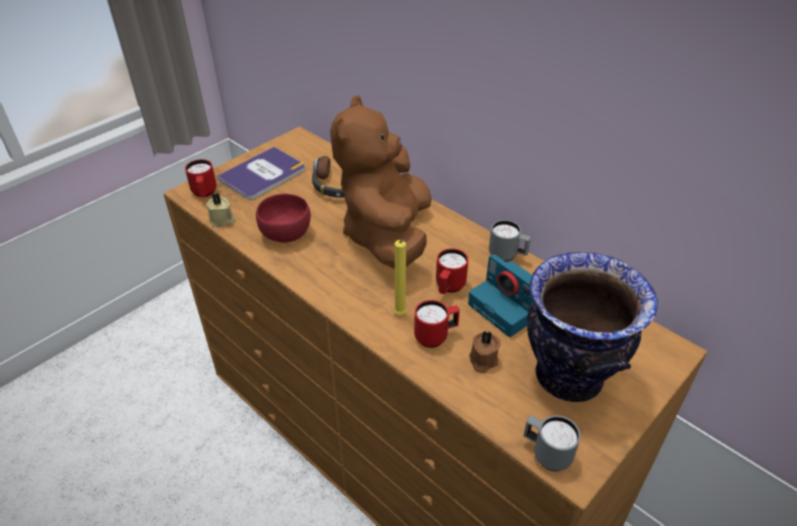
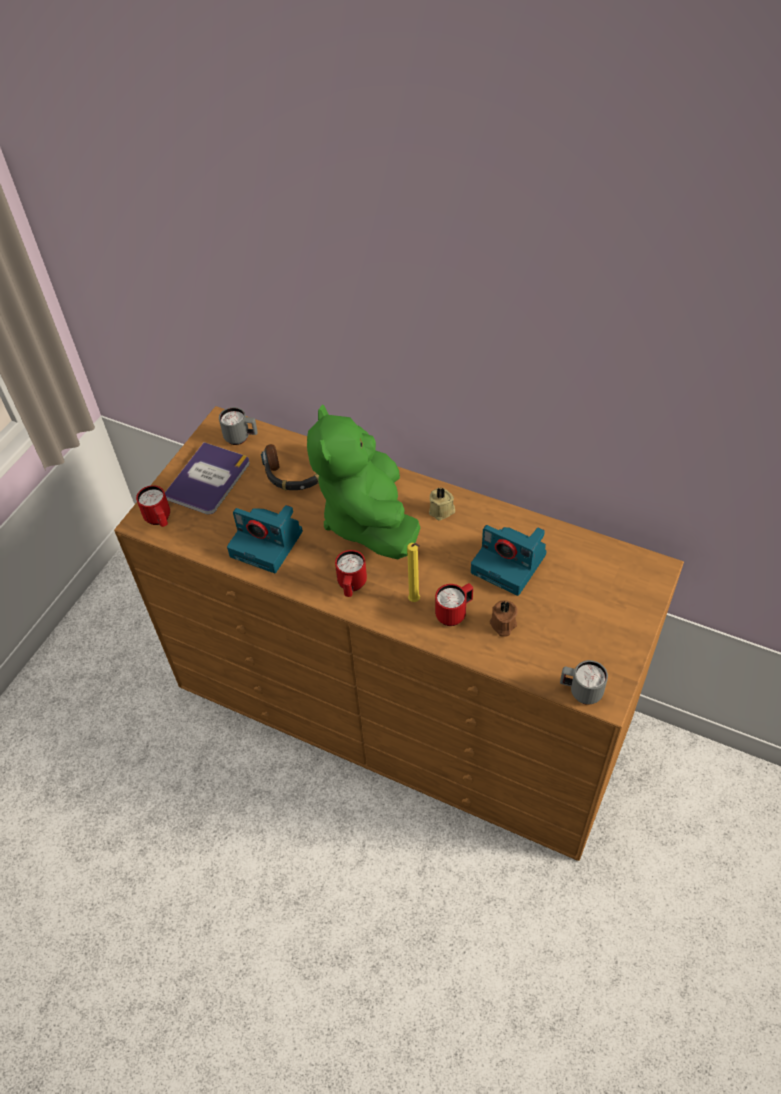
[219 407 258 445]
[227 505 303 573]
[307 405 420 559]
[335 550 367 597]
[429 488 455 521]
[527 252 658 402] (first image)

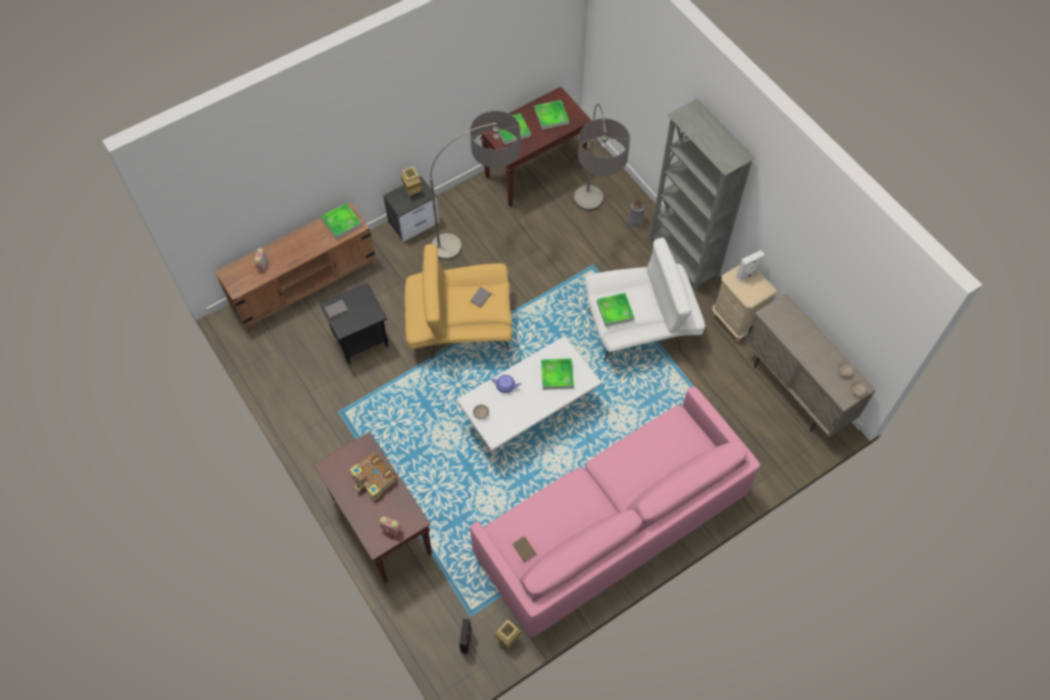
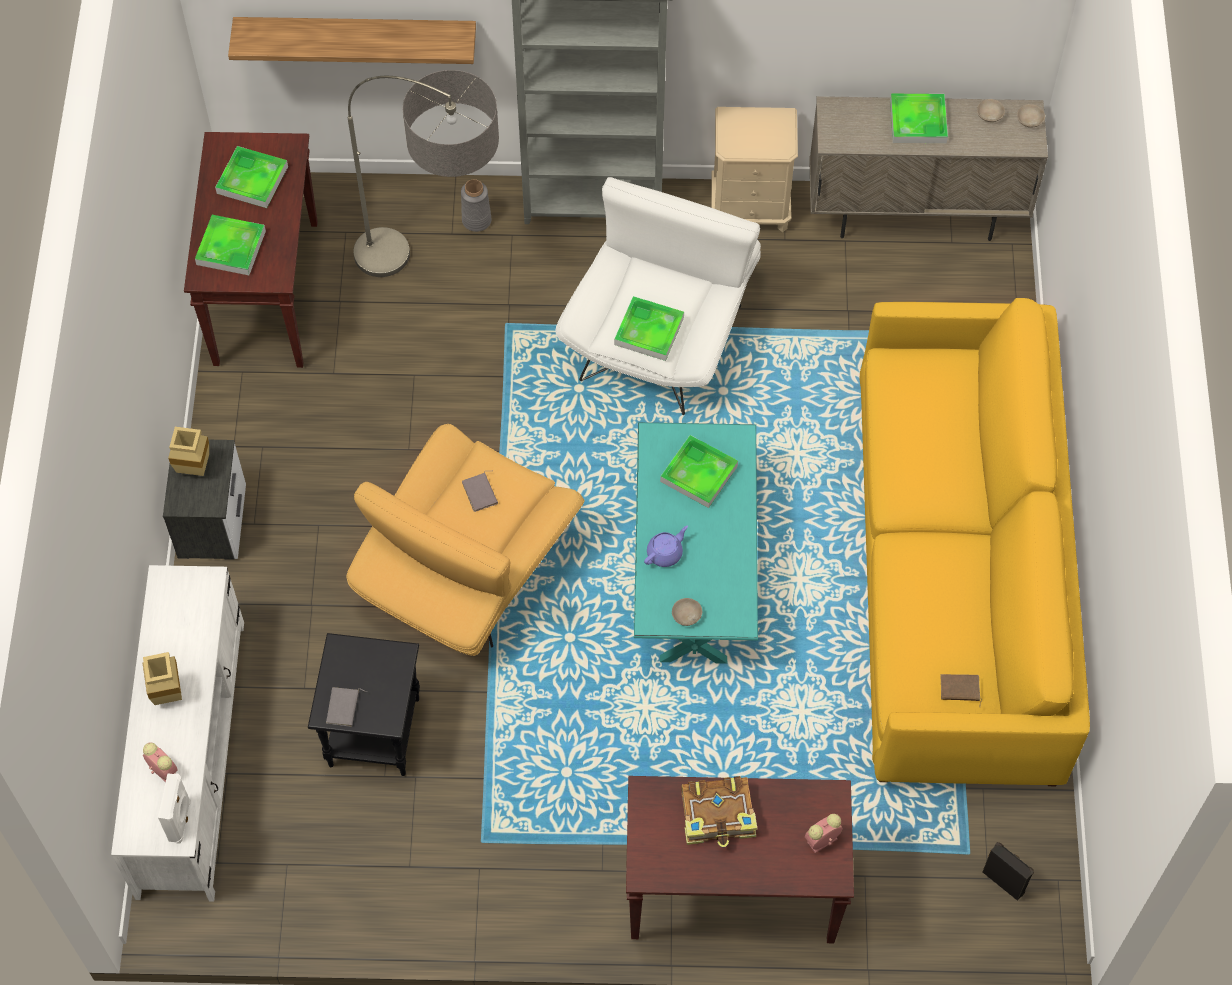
[111 565 244 902]
[143 652 182 705]
[158 773 191 844]
[228 17 476 64]
[634 422 758 664]
[859 298 1090 786]
[890 94 948 143]
[430 111 521 260] (first image)

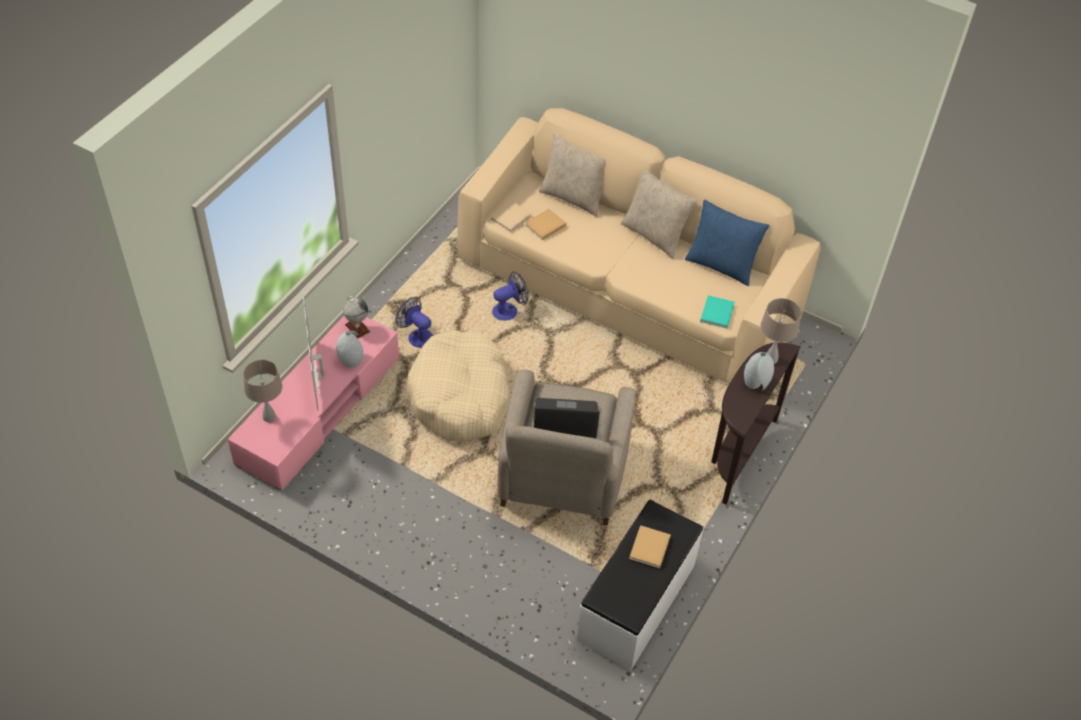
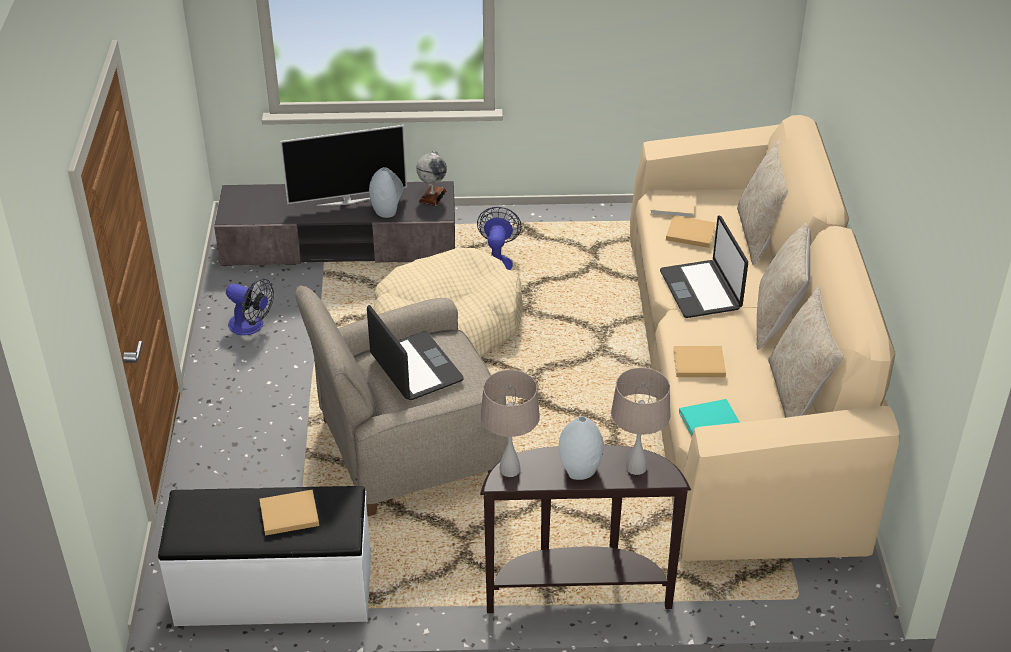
[214 181 455 266]
[226 279 274 335]
[280 125 407 206]
[481 370 540 477]
[660 216 748 318]
[673 346 726 377]
[768 286 844 418]

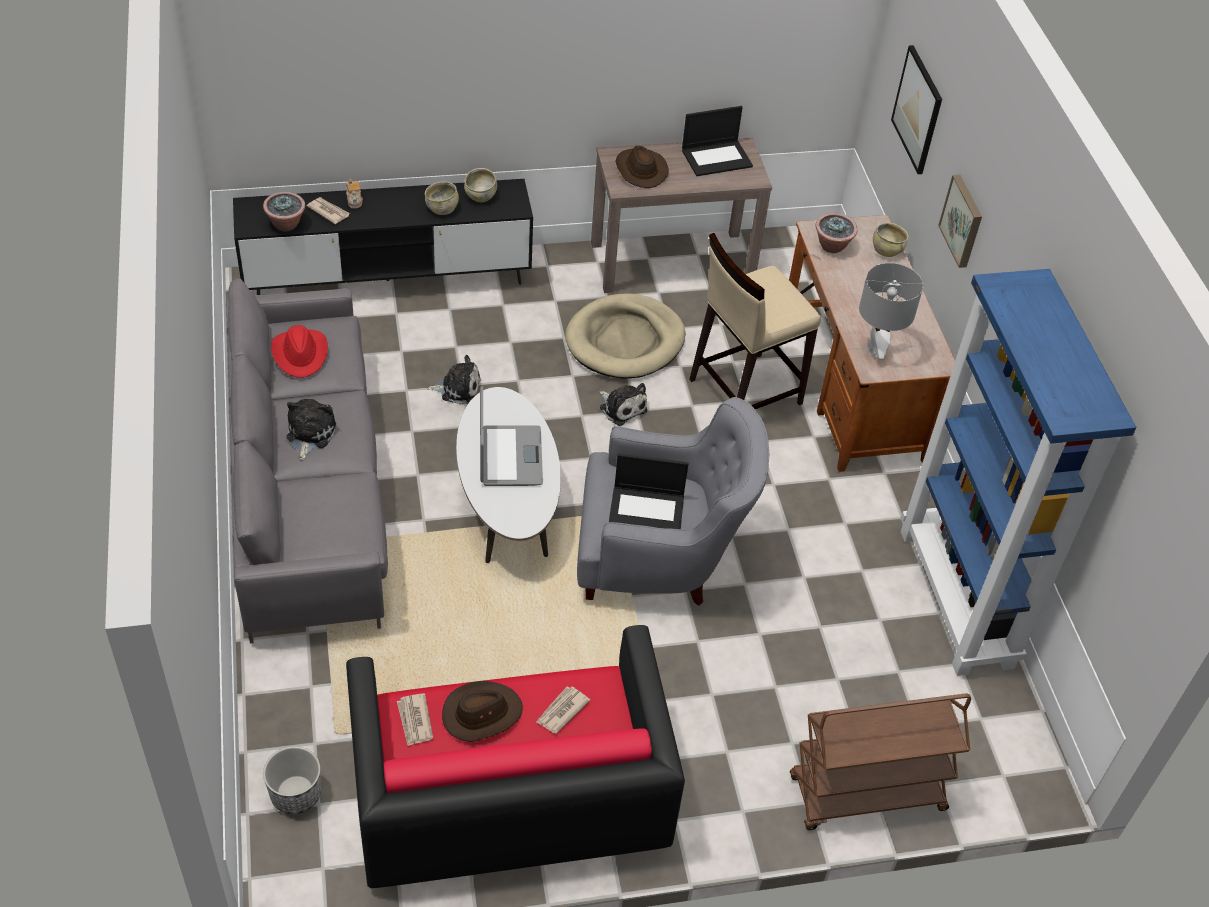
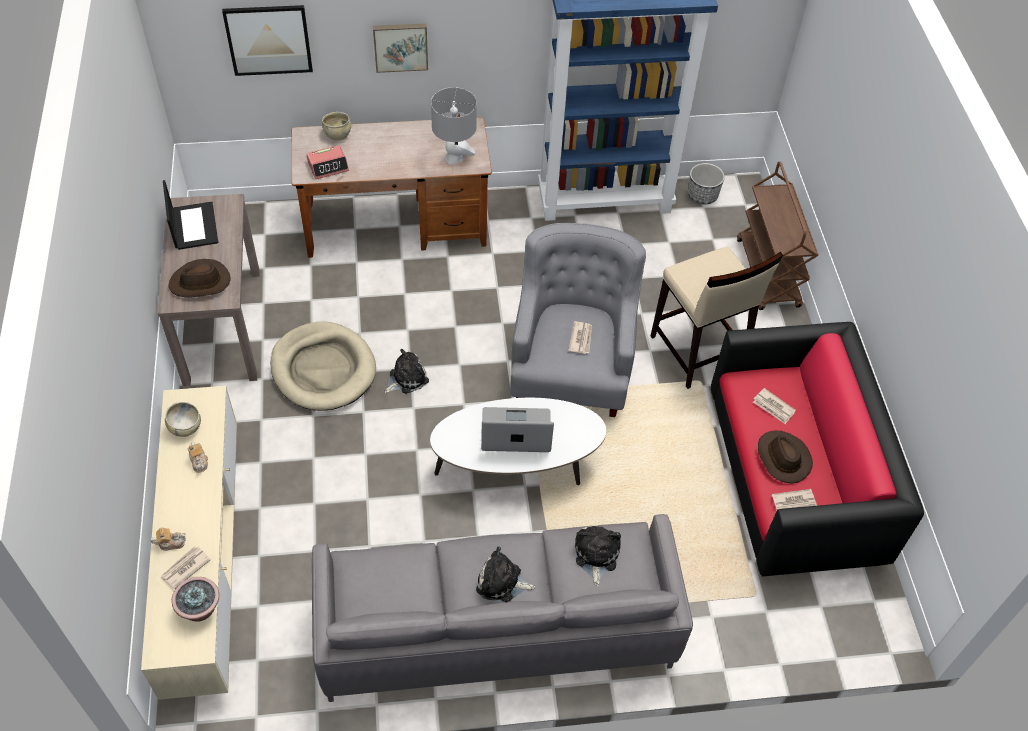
[141 386 237 700]
[187 442 208 473]
[307 145 349 179]
[568 321 592 354]
[575 525 621 586]
[651 247 783 389]
[688 163 725 204]
[271 325 328 378] (first image)

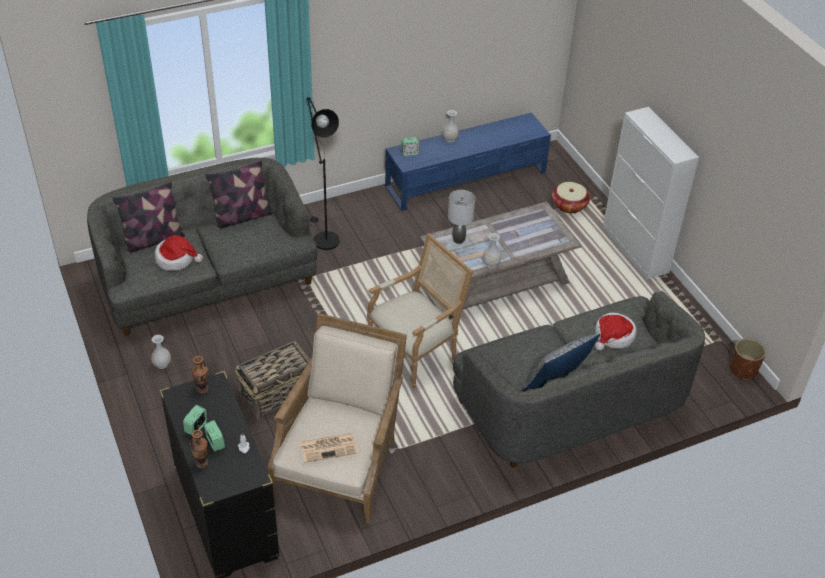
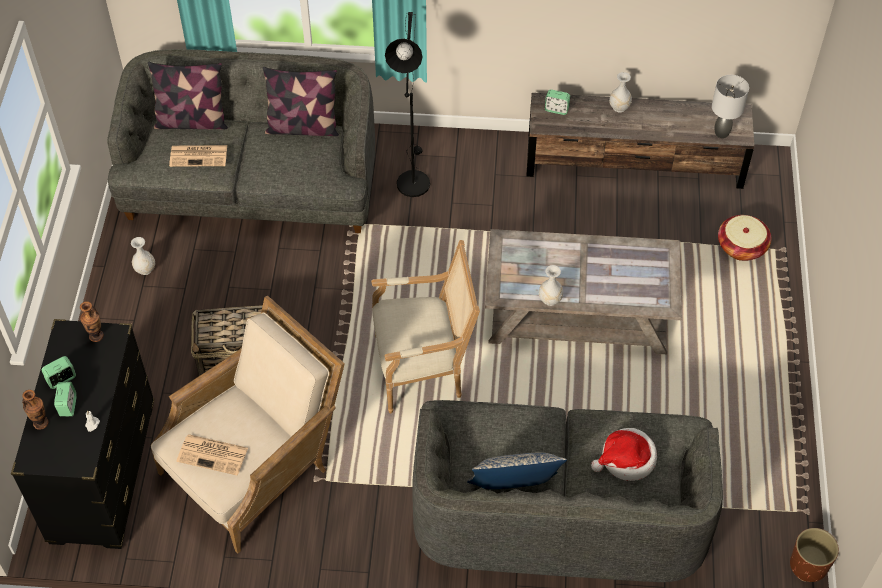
[169 145 227 167]
[526 93 754 189]
[712 75 749 138]
[603 107 699 279] (first image)

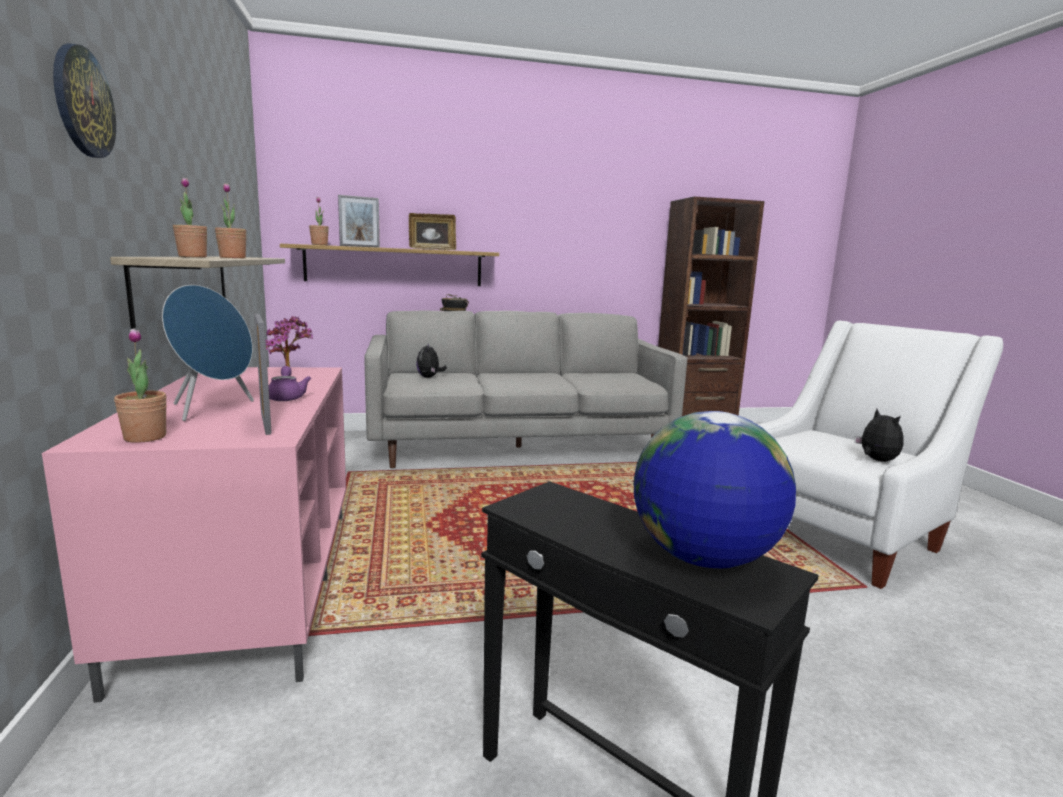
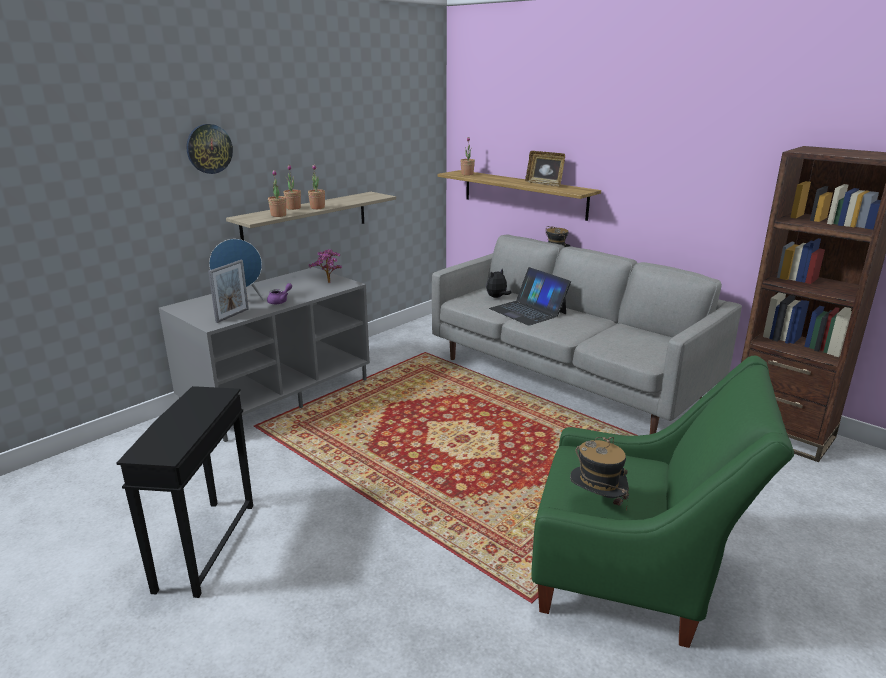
[159 267 370 442]
[268 170 286 217]
[489 267 571 325]
[531 356 794 648]
[570 437 629 510]
[338 195 380 248] (first image)
[634 411 796 568] (first image)

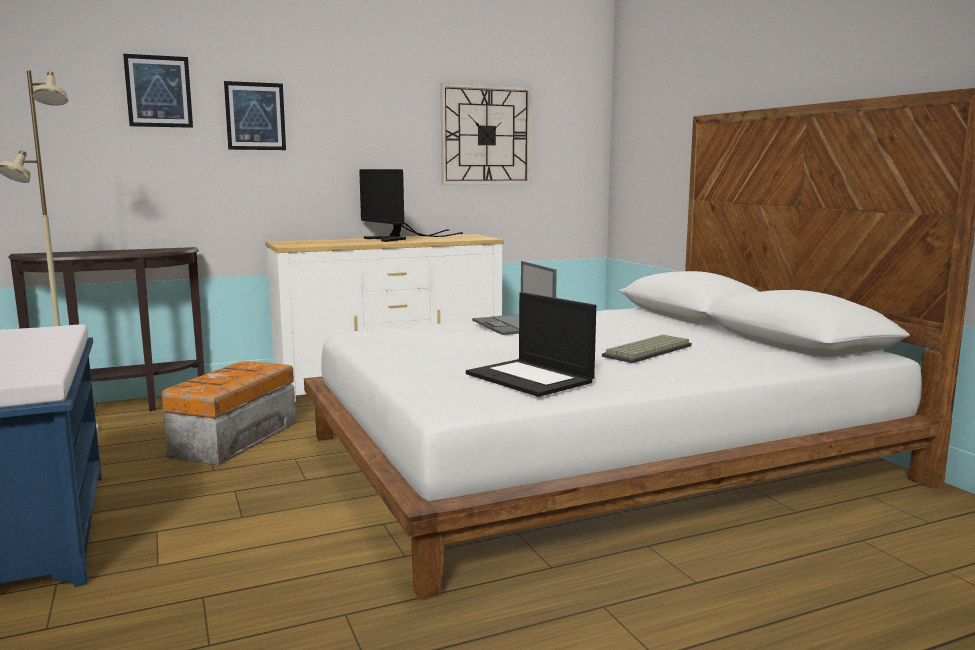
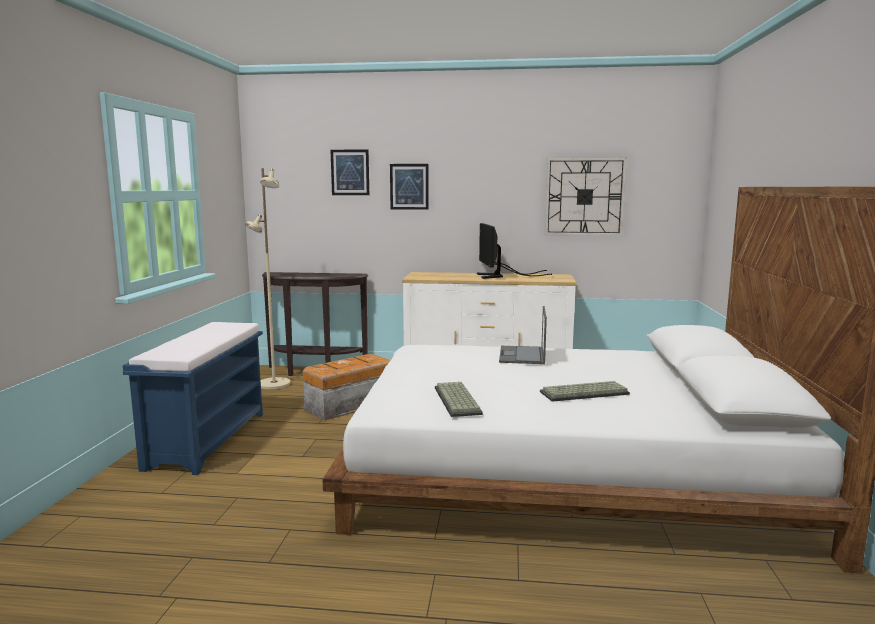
[435 382 483 417]

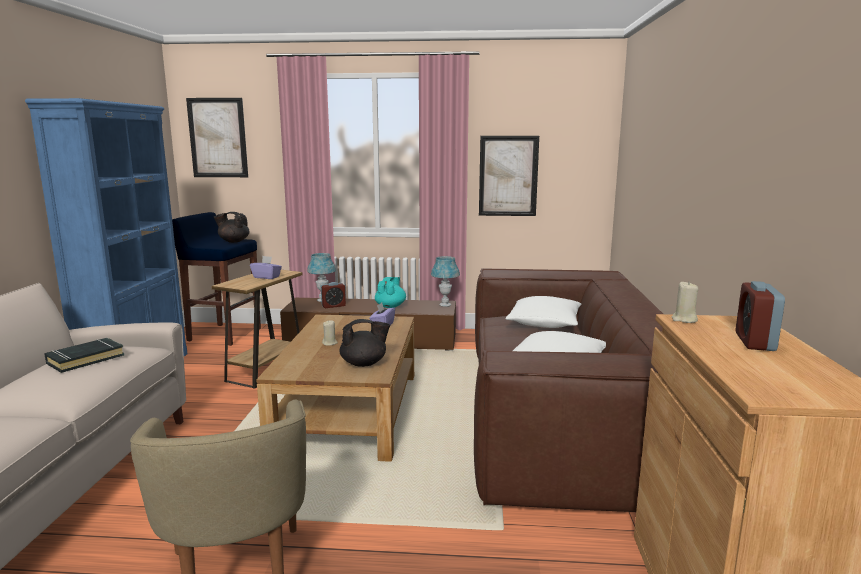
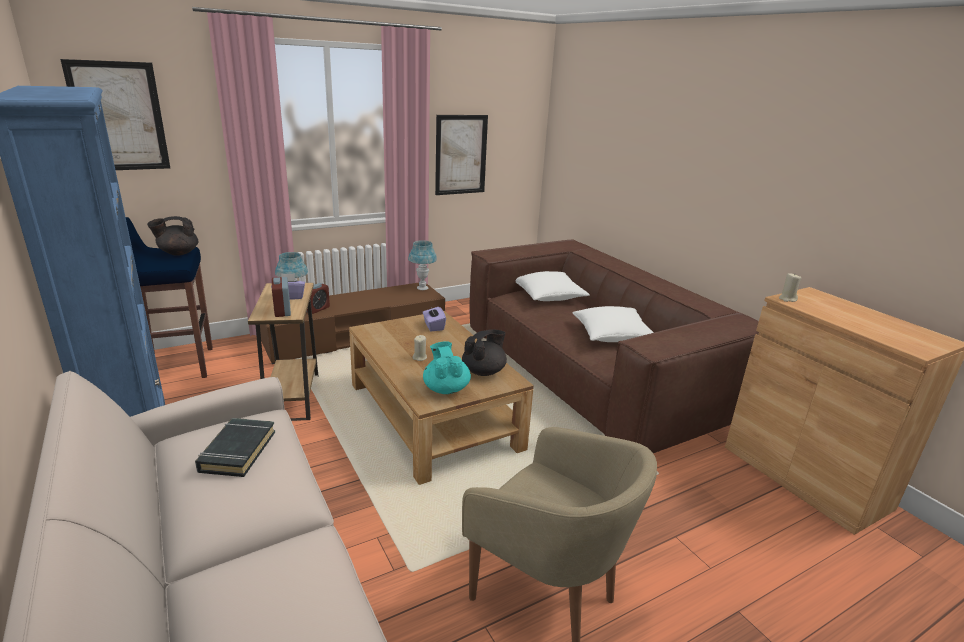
[272 277 291 317]
[423 341 471 394]

